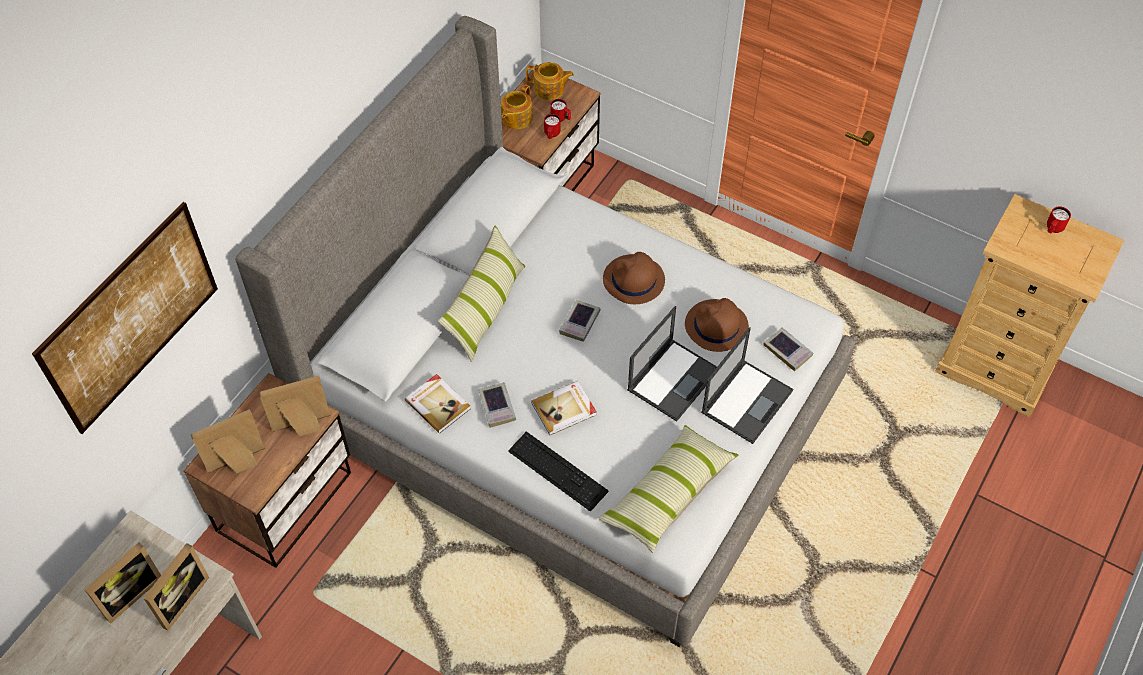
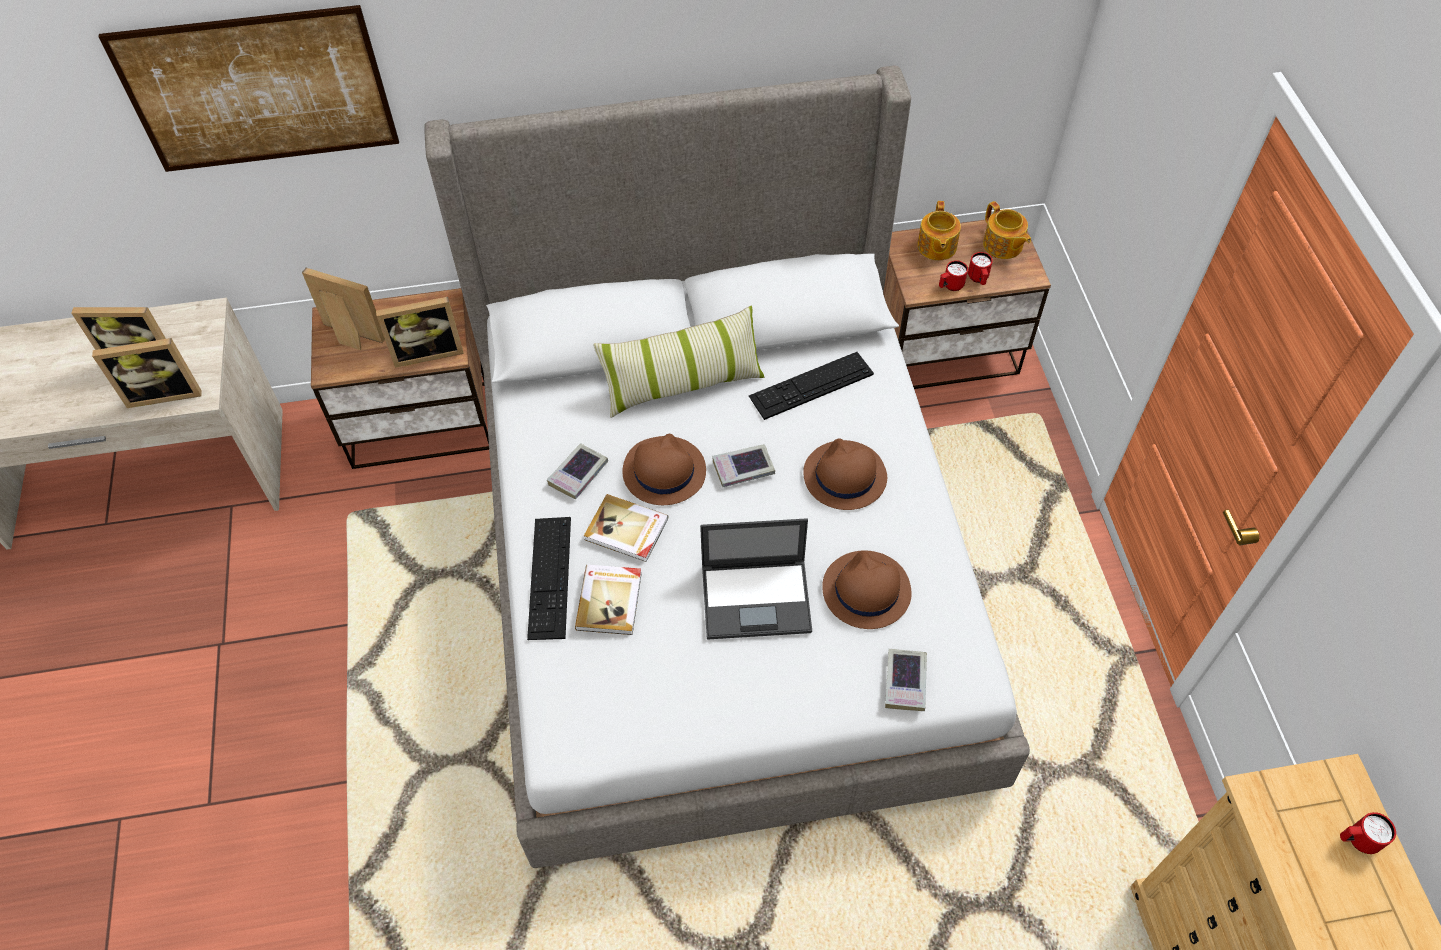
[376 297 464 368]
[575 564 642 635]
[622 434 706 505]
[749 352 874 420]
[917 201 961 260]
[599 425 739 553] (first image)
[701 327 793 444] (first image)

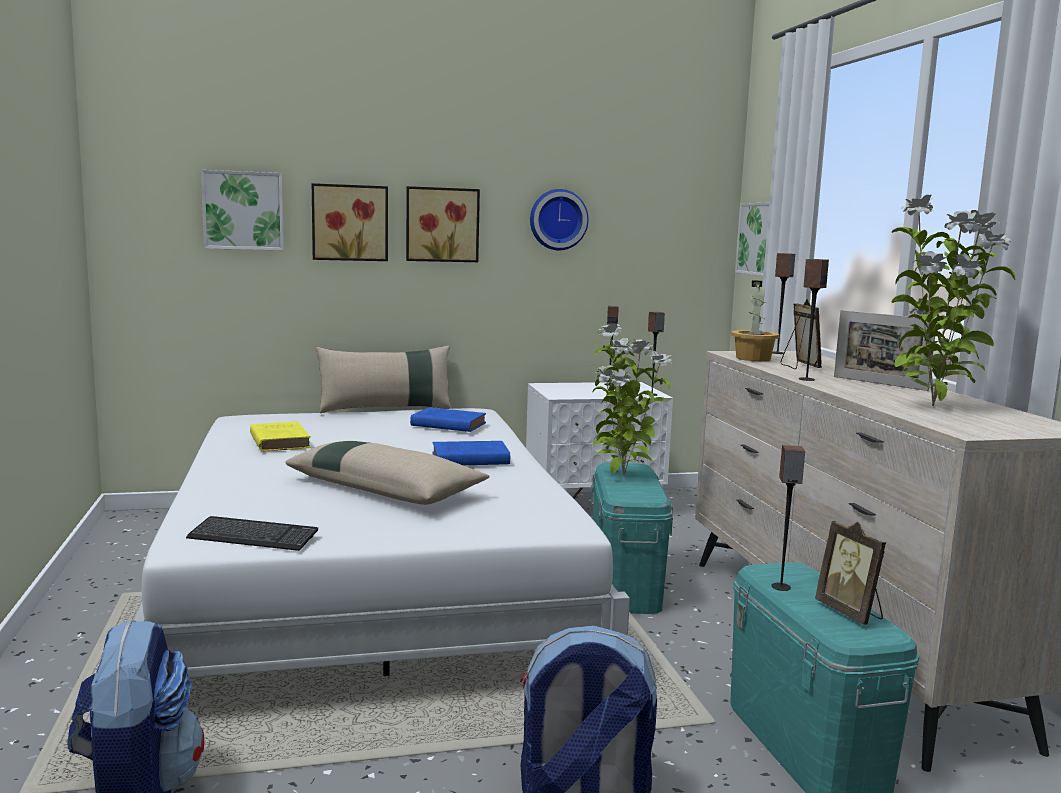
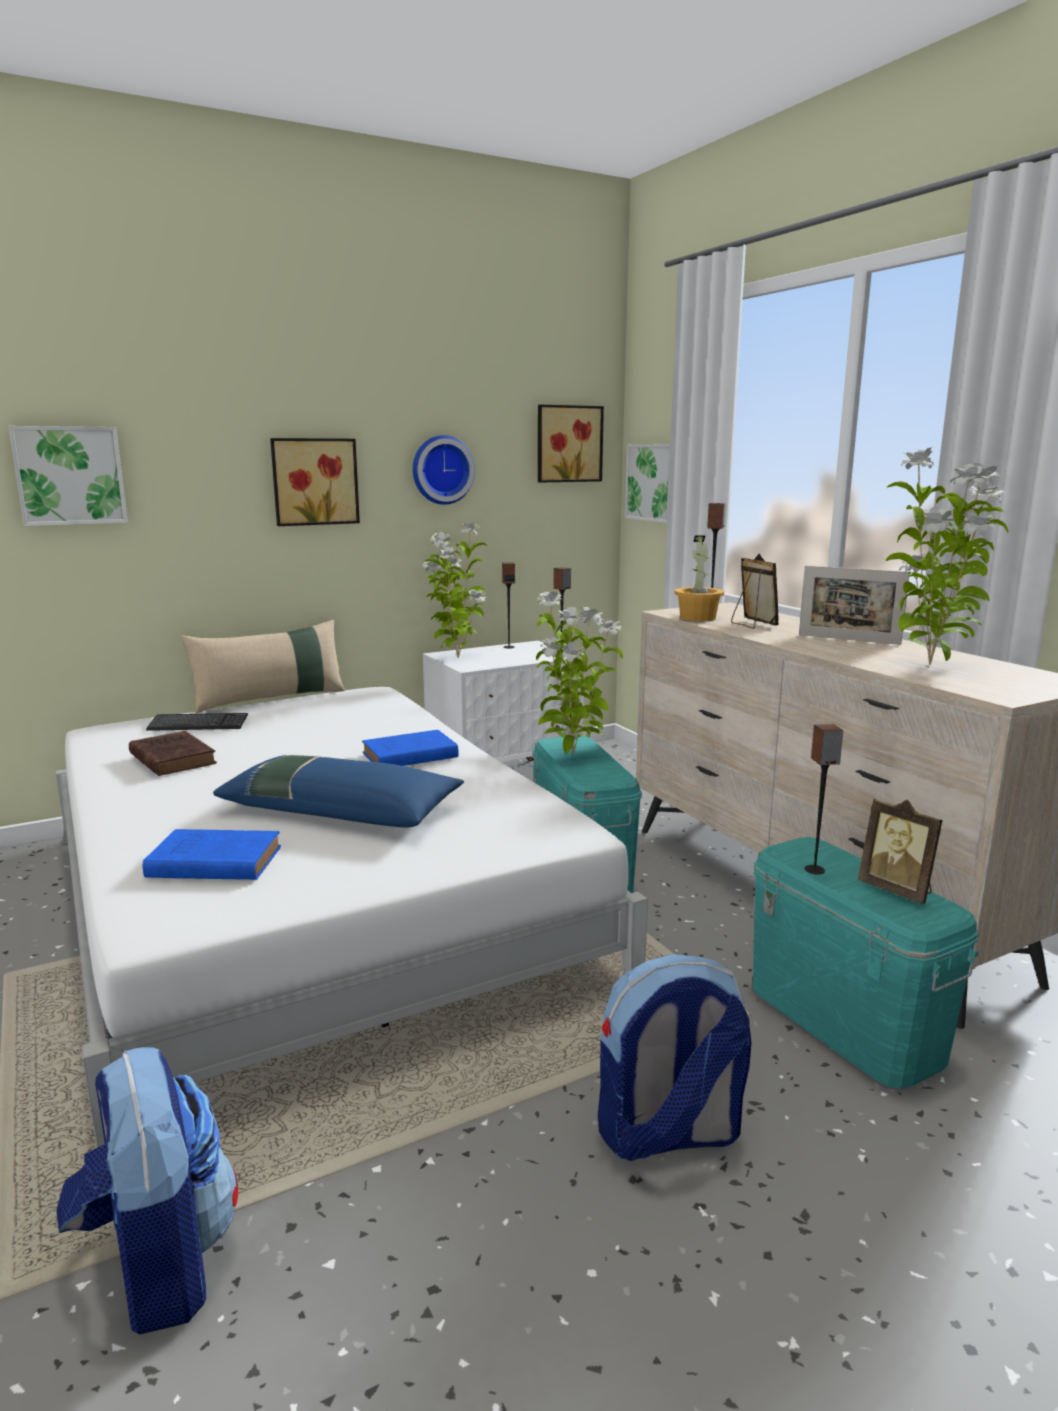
[129 731 217 776]
[143 829 281 880]
[146 713 248 731]
[213 755 464 828]
[422 522 488 658]
[538 405 604 483]
[799 259 829 381] (first image)

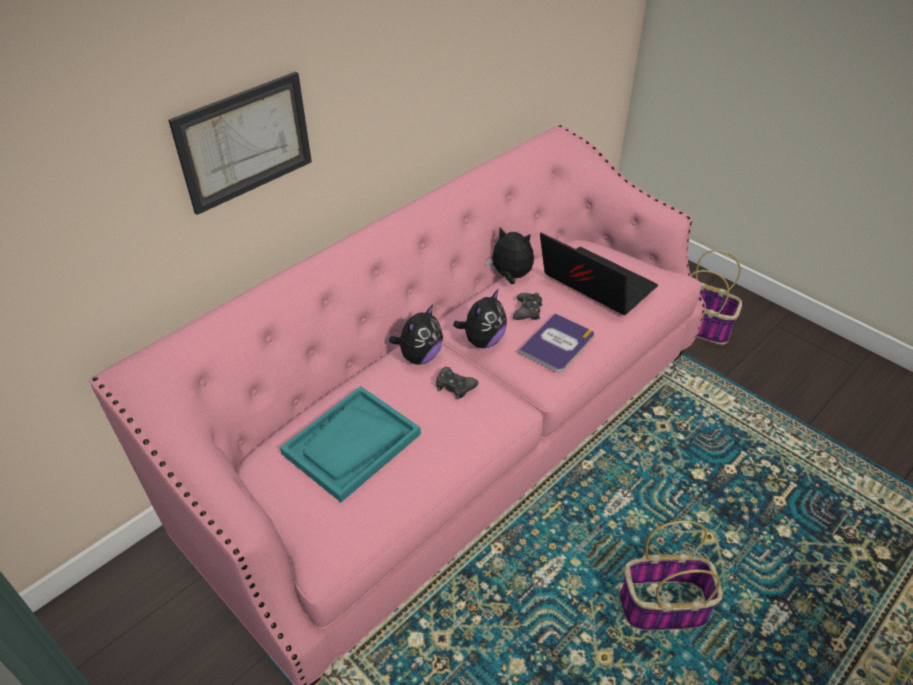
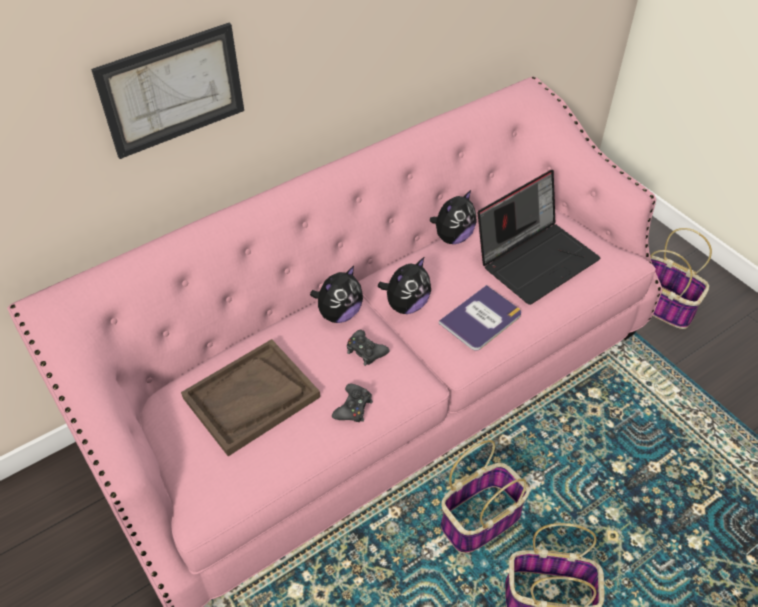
[181 339 320 456]
[332 384 373 422]
[430 190 477 244]
[441 440 530 553]
[477 170 601 305]

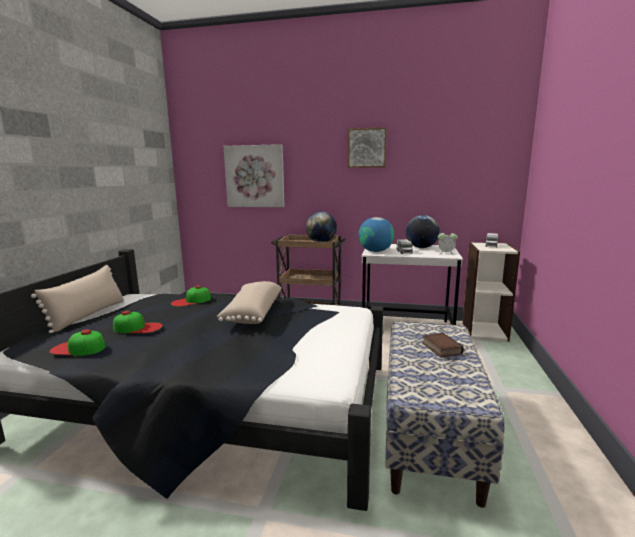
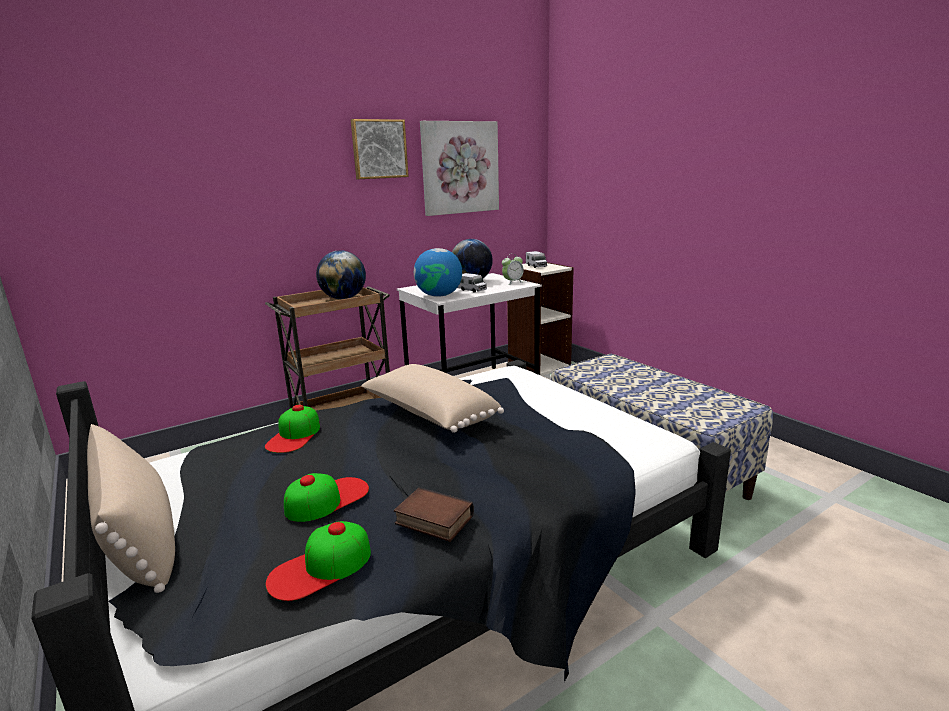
[394 487 474 542]
[420 121 499 216]

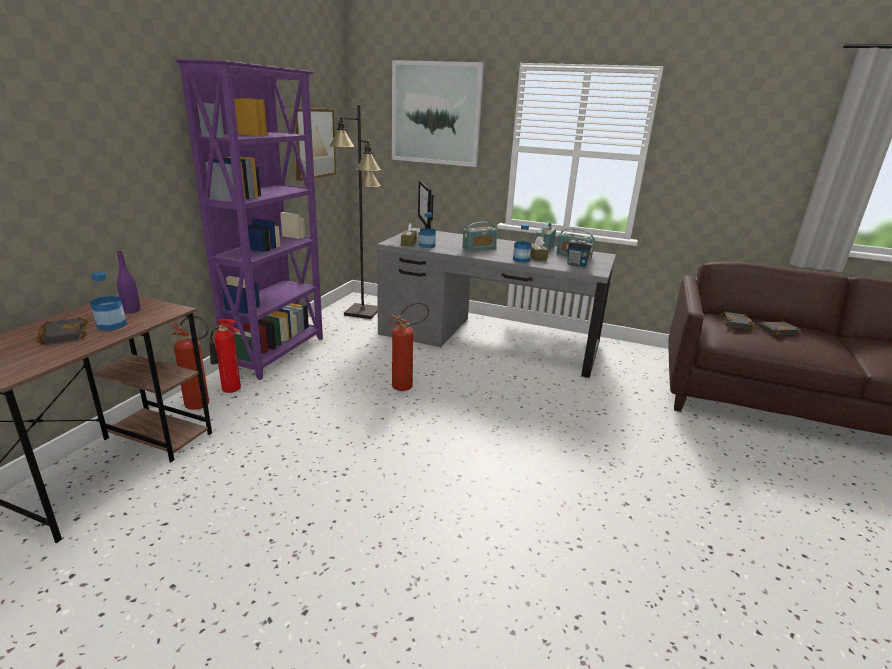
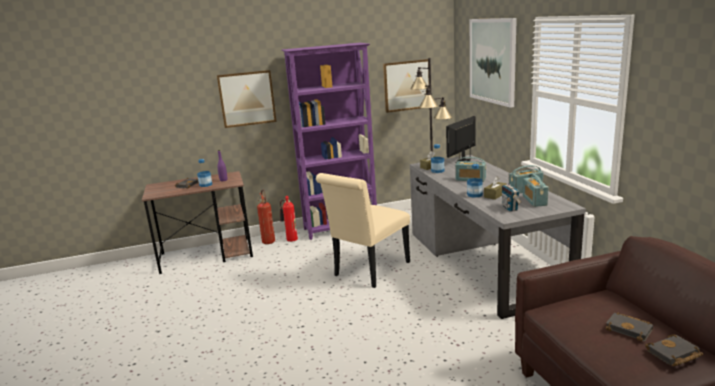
[217 70 277 128]
[316 173 410 288]
[645 334 703 366]

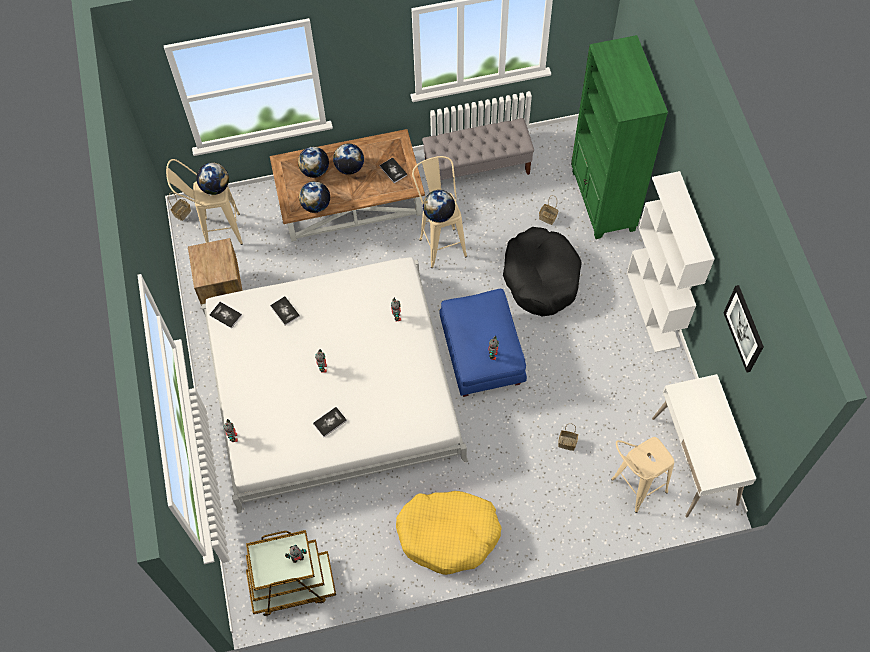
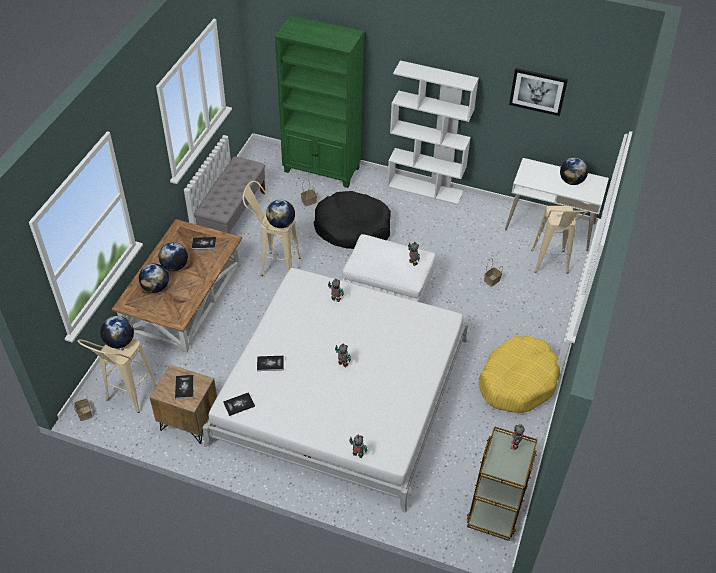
[175 375 194 399]
[342 234 435 302]
[560 158 588 185]

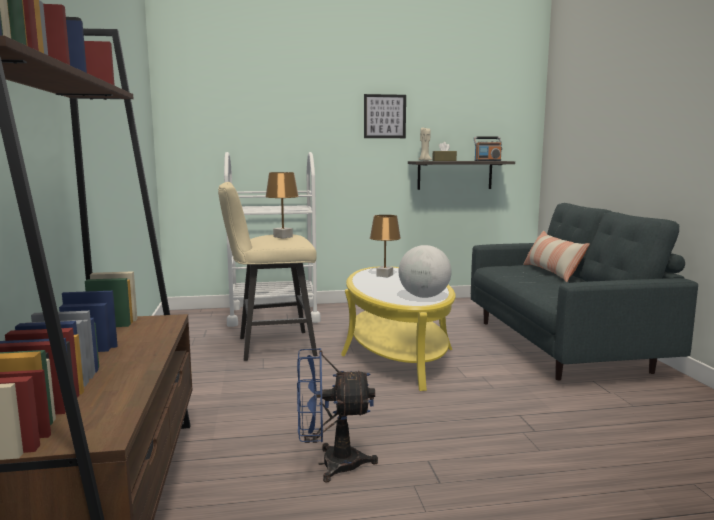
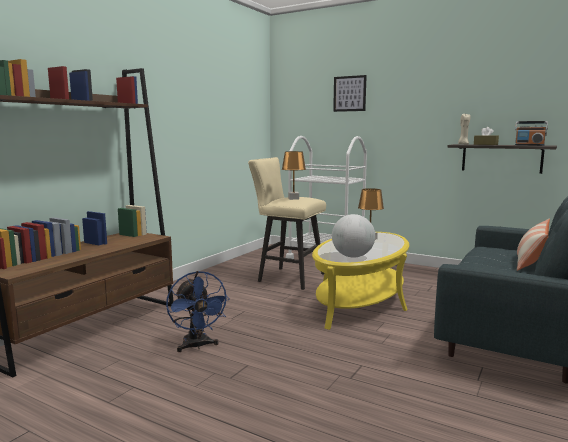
[166 271 230 352]
[333 75 367 112]

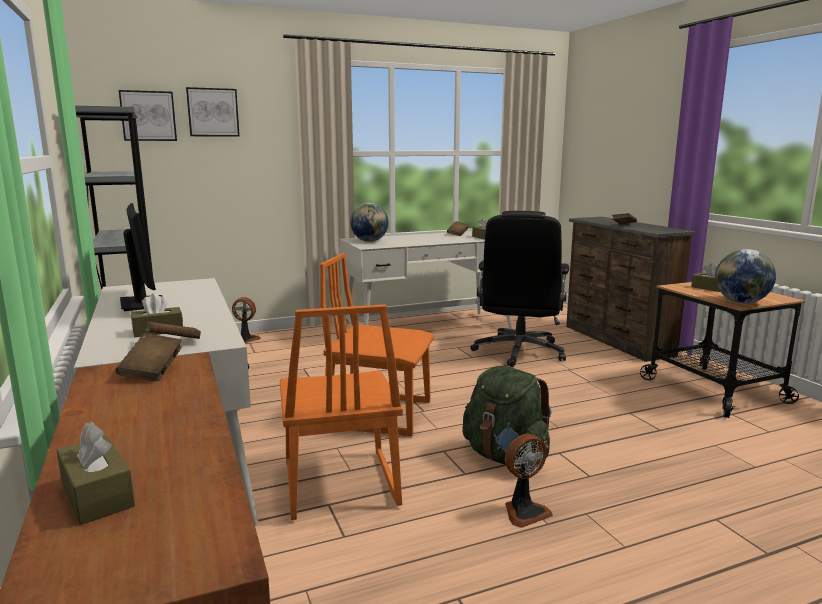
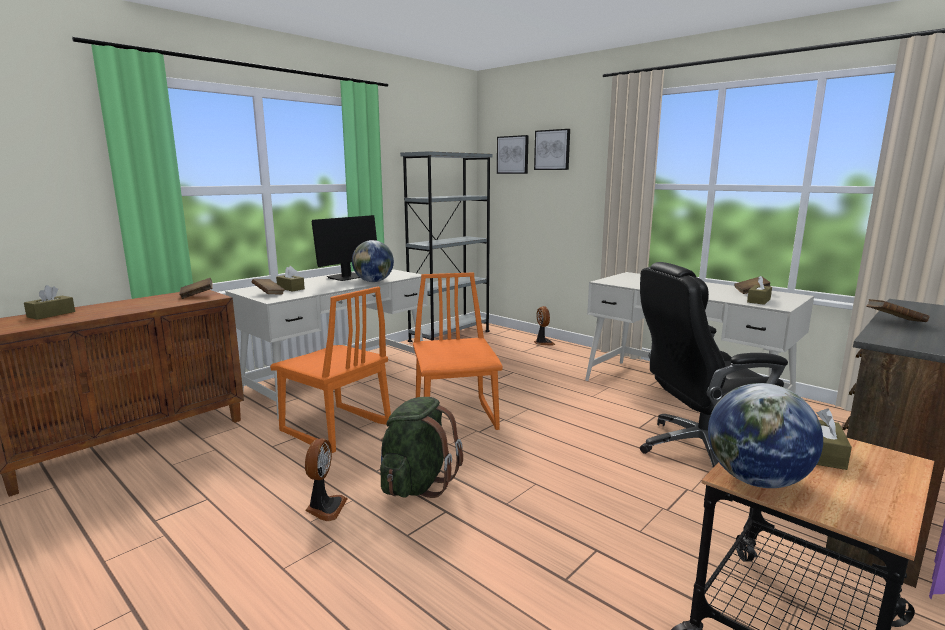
[270 287 391 453]
[305 438 348 521]
[352 240 394 282]

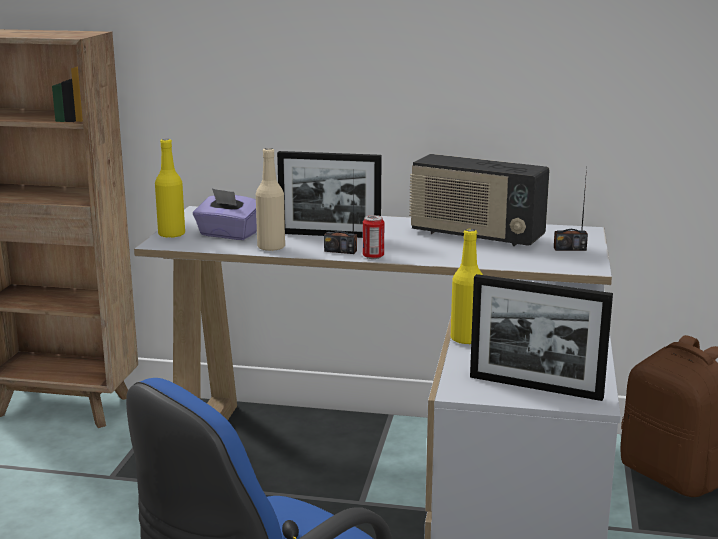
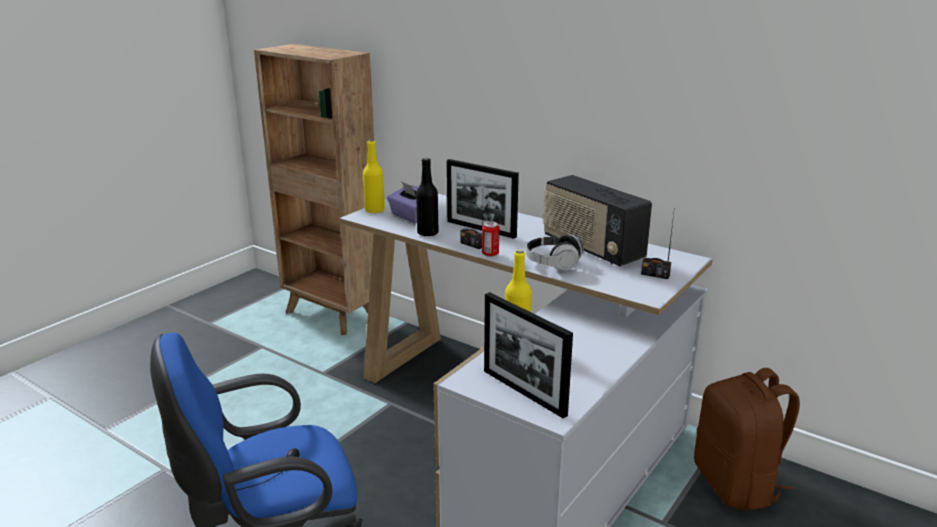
[416 158 438 236]
[526 234 584 271]

